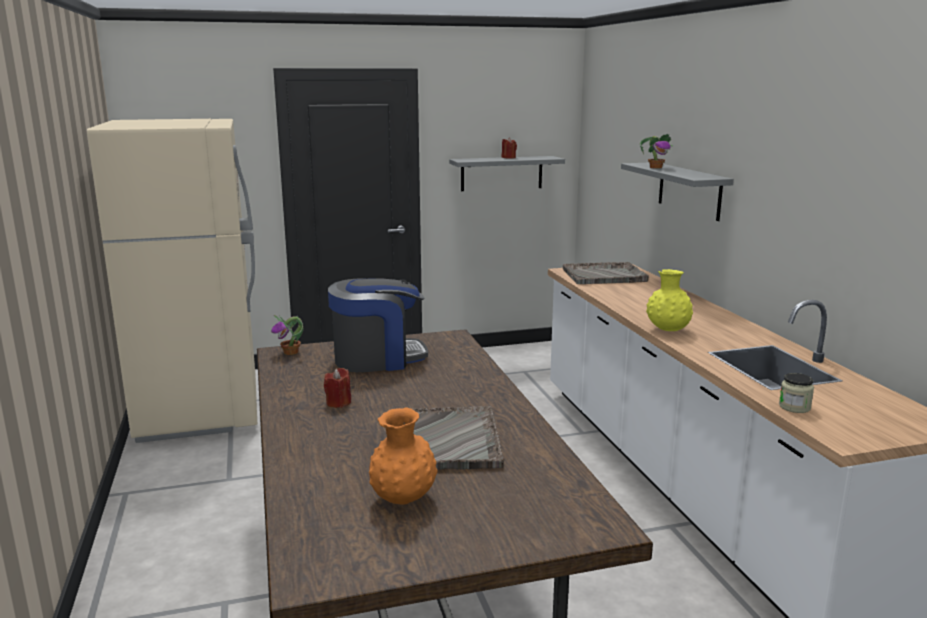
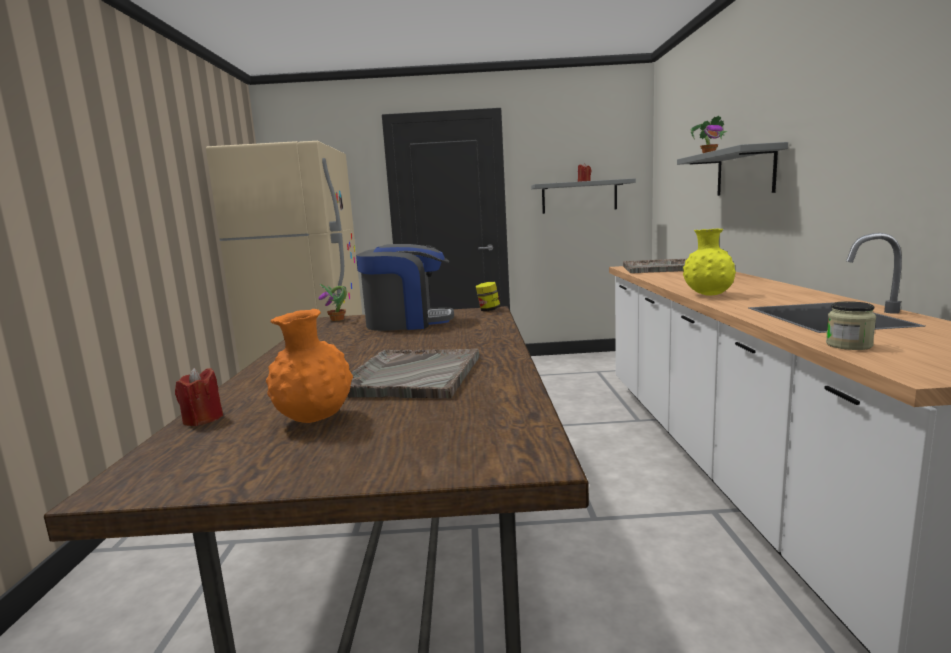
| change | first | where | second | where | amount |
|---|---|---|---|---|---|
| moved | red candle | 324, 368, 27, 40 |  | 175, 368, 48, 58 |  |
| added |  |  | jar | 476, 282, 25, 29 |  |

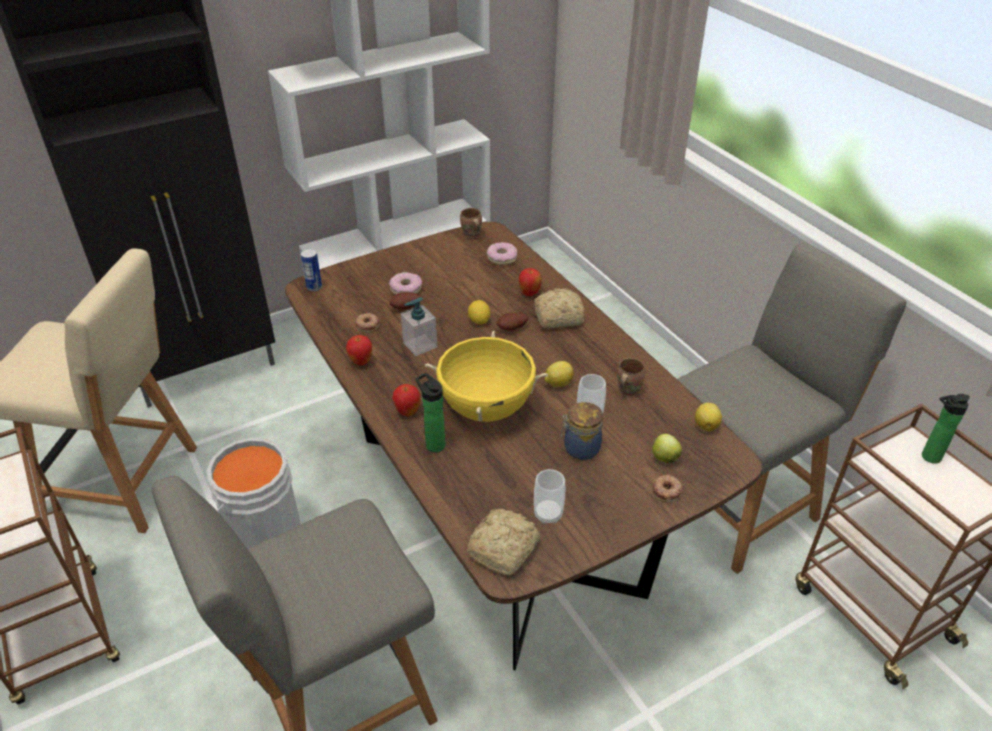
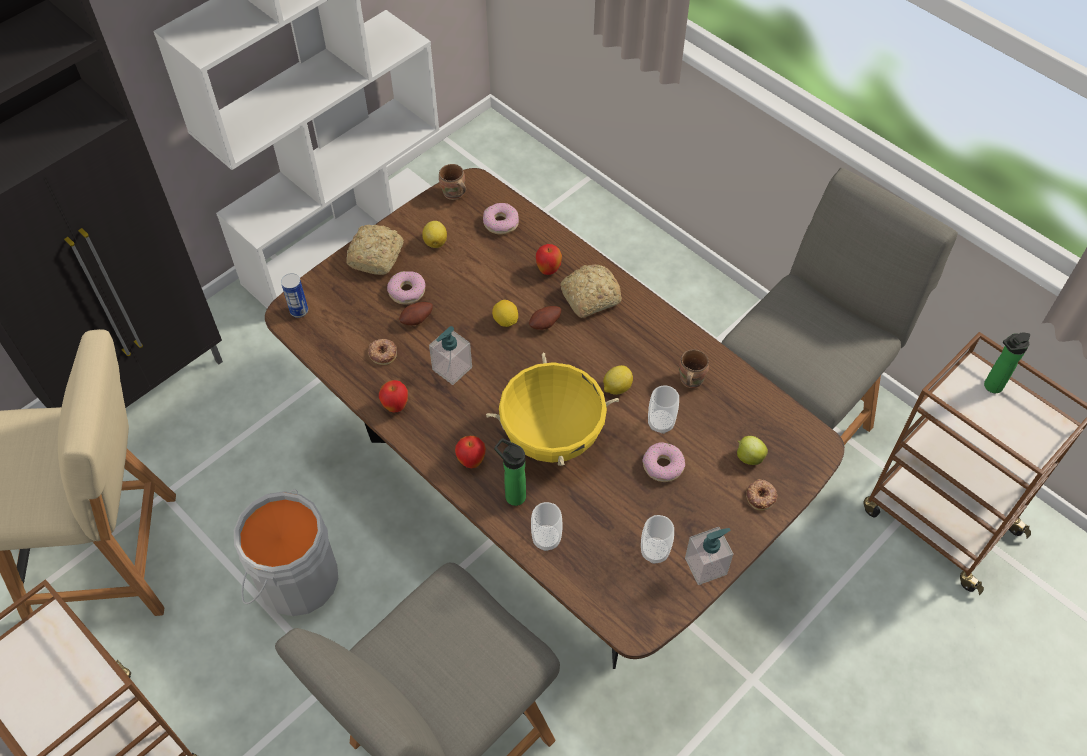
| change | first | where | second | where | amount |
|---|---|---|---|---|---|
| moved | bread | 467, 509, 73, 66 |  | 346, 225, 58, 50 |  |
| replaced | jar | 561, 402, 42, 58 | donut | 642, 442, 43, 40 |  |
| moved | lemon | 695, 403, 27, 28 |  | 422, 221, 25, 27 |  |
| added |  |  | cup | 531, 502, 32, 49 |  |
| added |  |  | soap dispenser | 685, 527, 48, 58 |  |

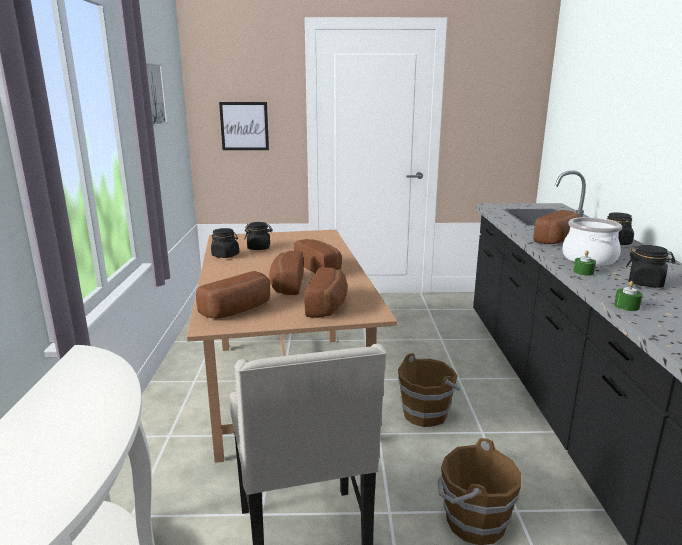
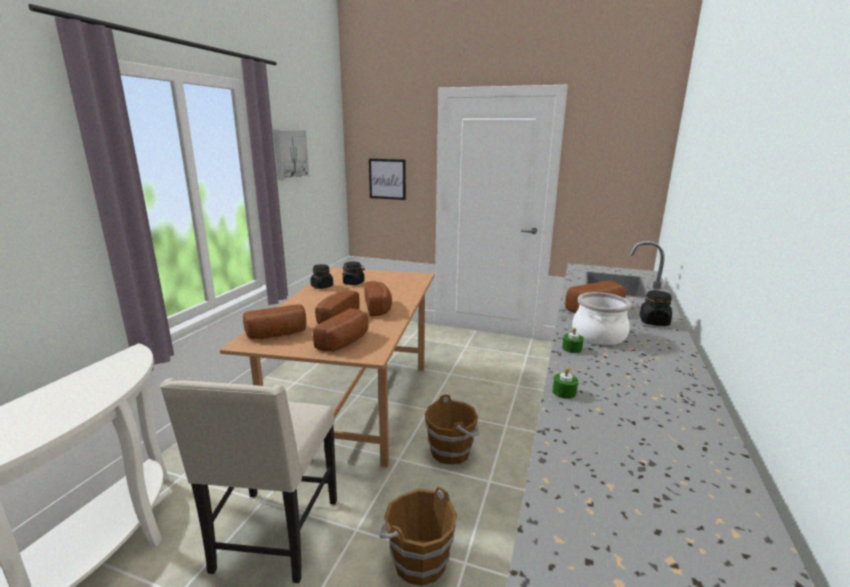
| change | first | where | second | where | amount |
|---|---|---|---|---|---|
| removed | black jar | 626, 245, 49, 43 |  |  |  |

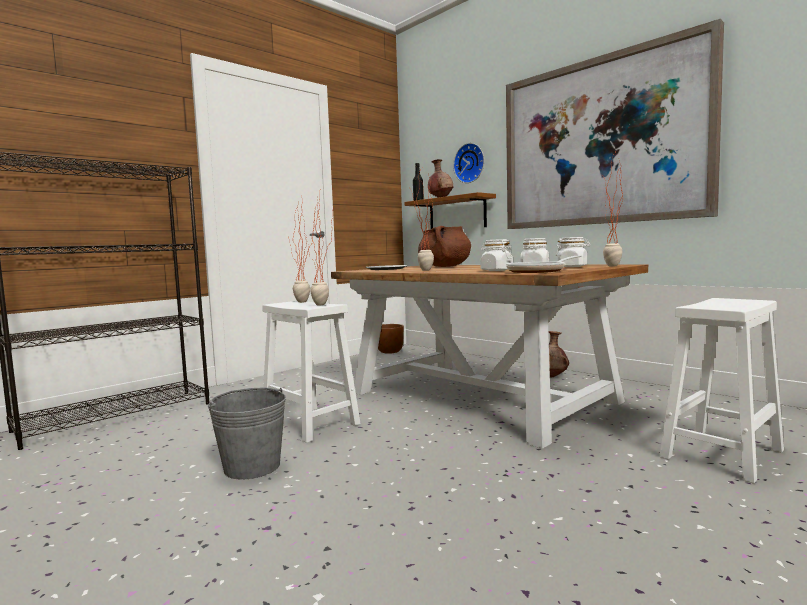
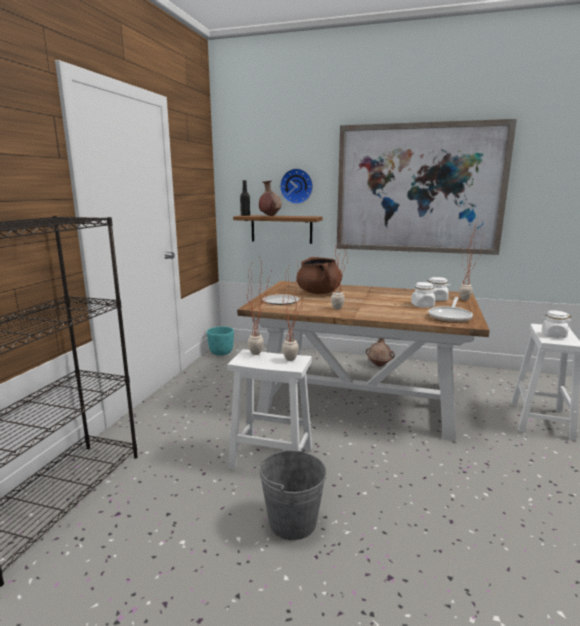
| change | first | where | second | where | amount |
|---|---|---|---|---|---|
| recoloured | brown planter | 378, 324, 26, 30 | turquoise planter | 207, 326, 27, 30 |  |
| moved | white jar | 480, 239, 33, 32 |  | 541, 310, 30, 28 |  |

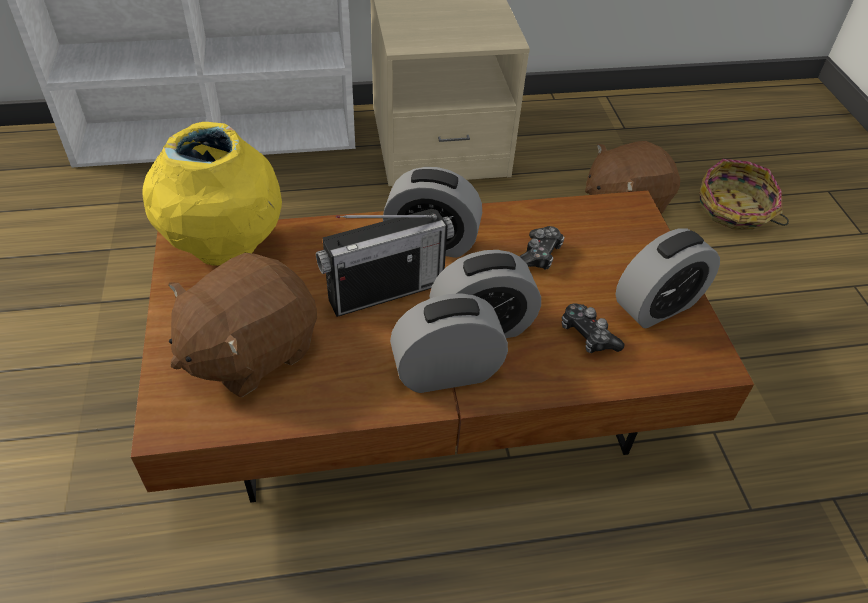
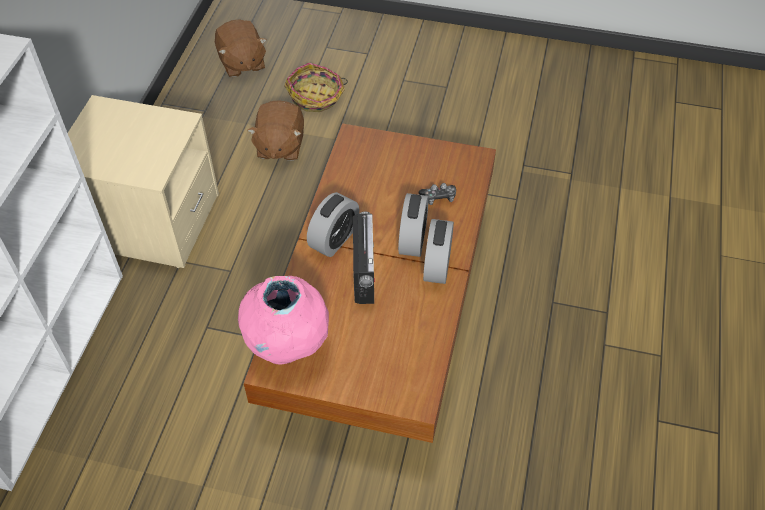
| change | first | where | second | where | amount |
|---|---|---|---|---|---|
| recoloured | yellow vase | 142, 122, 140, 144 | pink vase | 238, 276, 91, 89 |  |
| moved | brown plush toy | 169, 253, 148, 144 |  | 215, 20, 52, 57 |  |
| removed | game controller | 519, 226, 45, 44 |  |  |  |
| removed | alarm clock | 615, 228, 105, 100 |  |  |  |

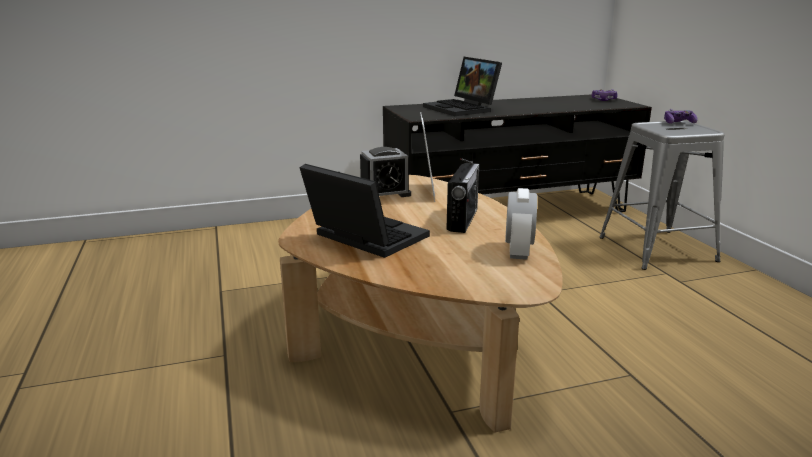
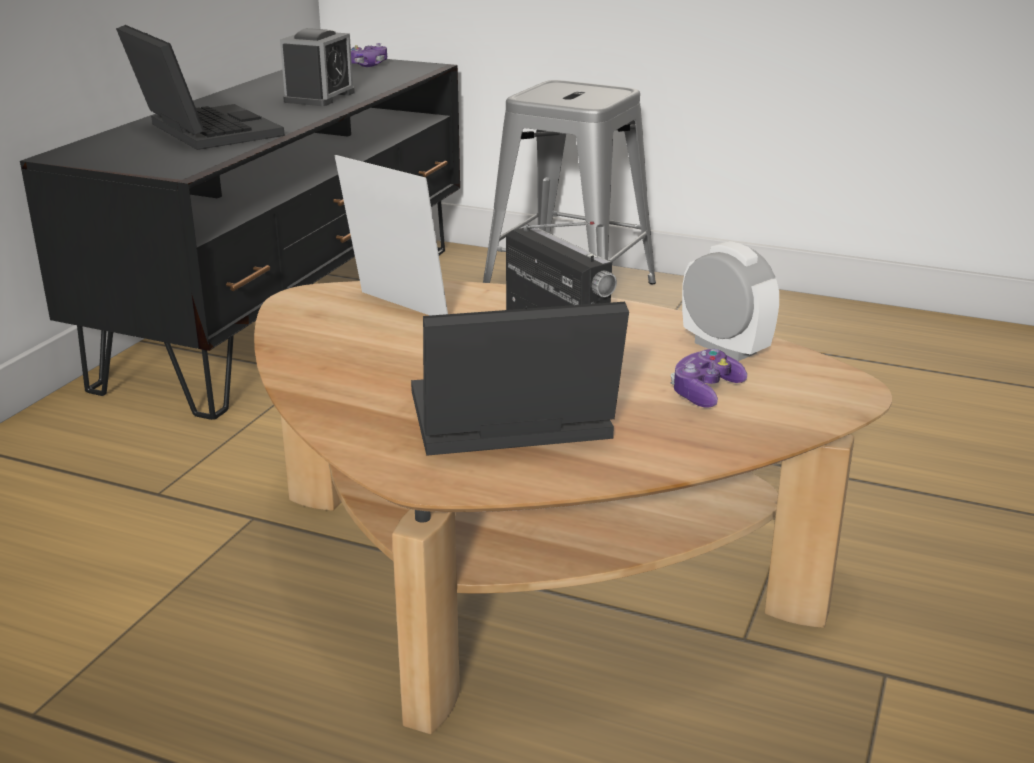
| change | first | where | second | where | amount |
|---|---|---|---|---|---|
| moved | alarm clock | 360, 147, 51, 50 |  | 280, 28, 75, 78 |  |
| turned | laptop | 423, 57, 79, 59 |  | 116, 25, 169, 125 | 135 degrees counterclockwise |
| moved | game controller | 664, 109, 34, 15 |  | 671, 349, 76, 59 |  |

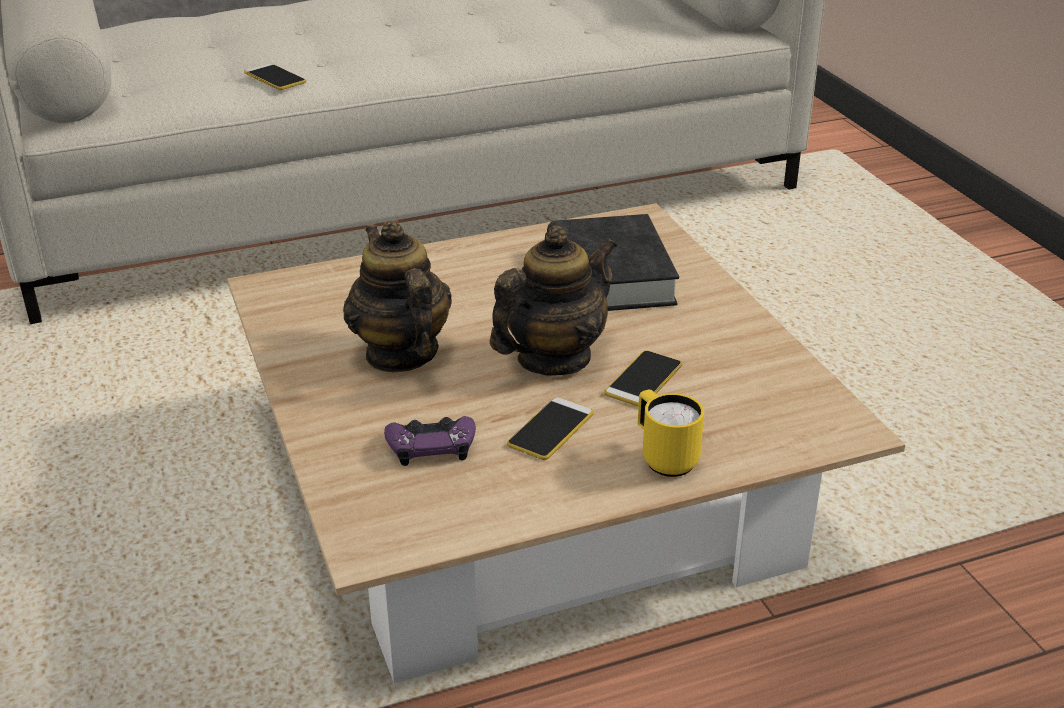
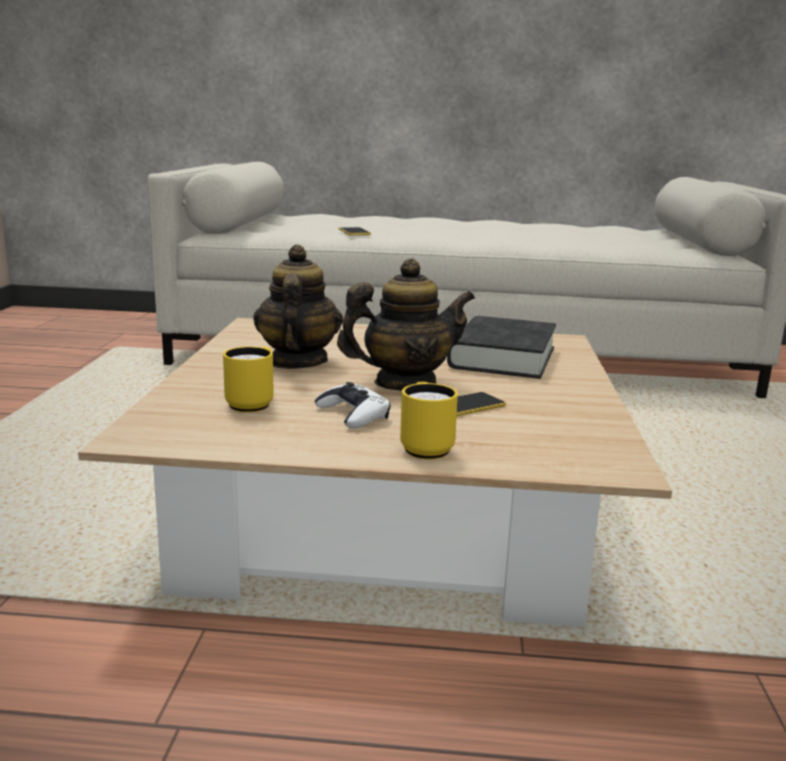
| change | first | where | second | where | amount |
|---|---|---|---|---|---|
| replaced | purple game controller | 384, 416, 92, 50 | yellow mug | 223, 346, 51, 67 |  |
| replaced | phone | 507, 397, 87, 63 | white game controller | 315, 382, 75, 47 |  |

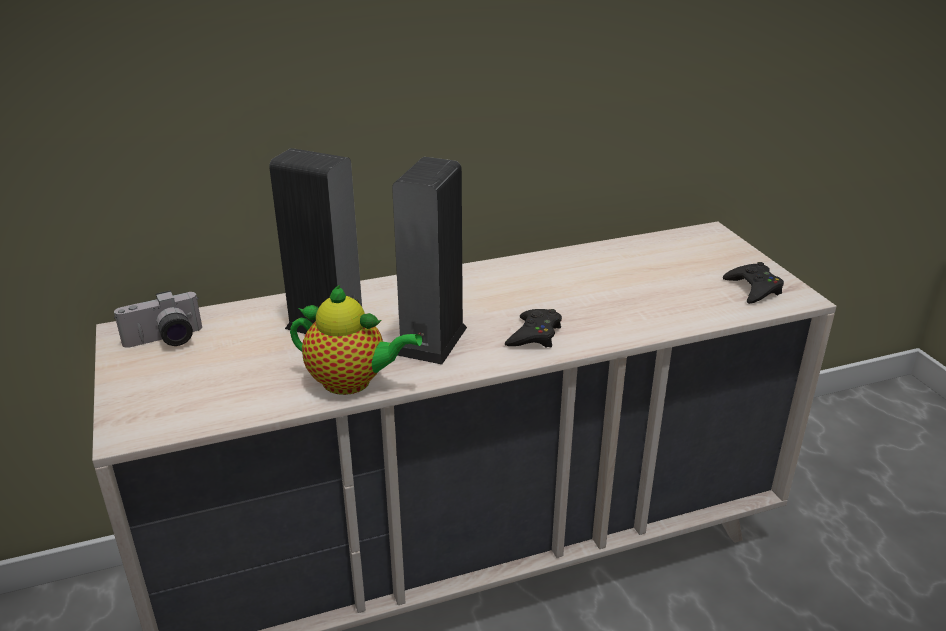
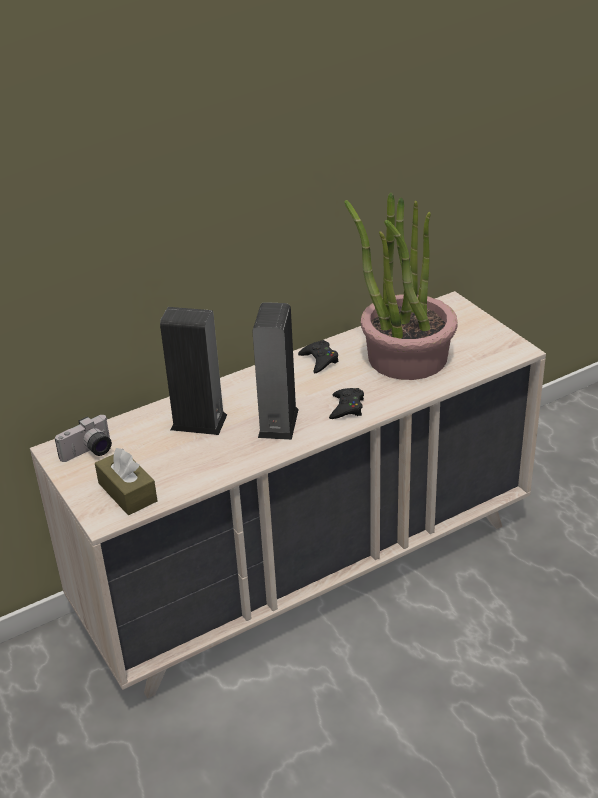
| change | first | where | second | where | amount |
|---|---|---|---|---|---|
| removed | teapot | 290, 285, 132, 110 |  |  |  |
| moved | black game controller | 723, 262, 61, 42 |  | 298, 340, 41, 33 |  |
| added |  |  | brown tissue box | 95, 448, 62, 67 |  |
| added |  |  | potted plant | 344, 193, 114, 187 |  |

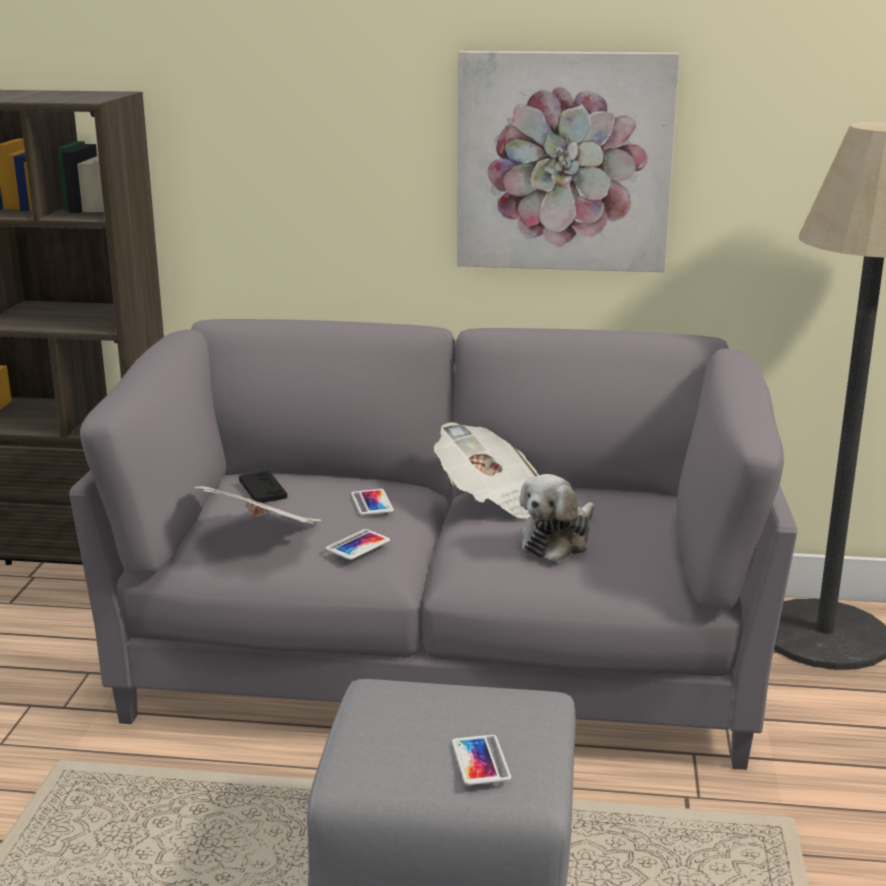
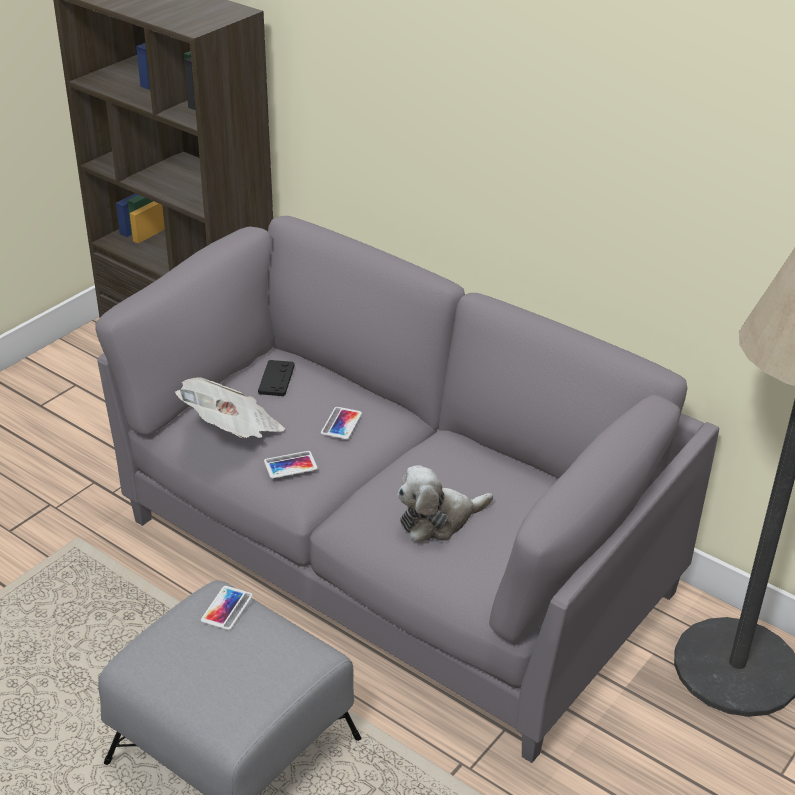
| change | first | where | second | where | amount |
|---|---|---|---|---|---|
| removed | newspaper | 434, 422, 105, 97 |  |  |  |
| moved | phone | 452, 735, 59, 50 |  | 201, 586, 52, 44 |  |
| removed | picture | 457, 51, 223, 221 |  |  |  |

